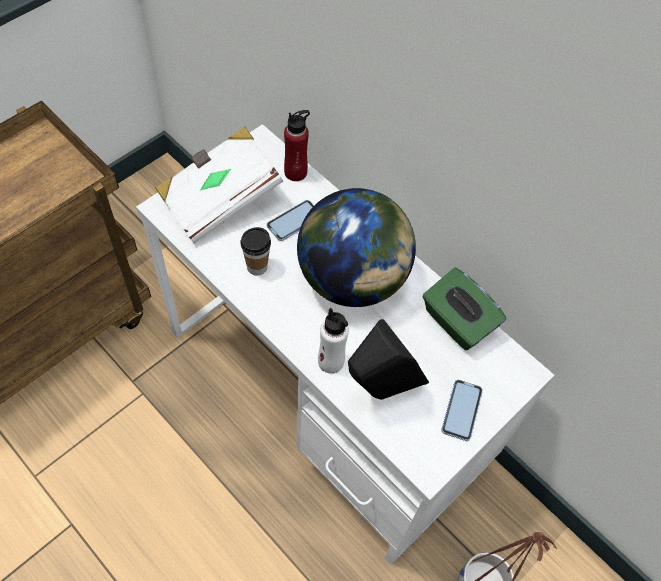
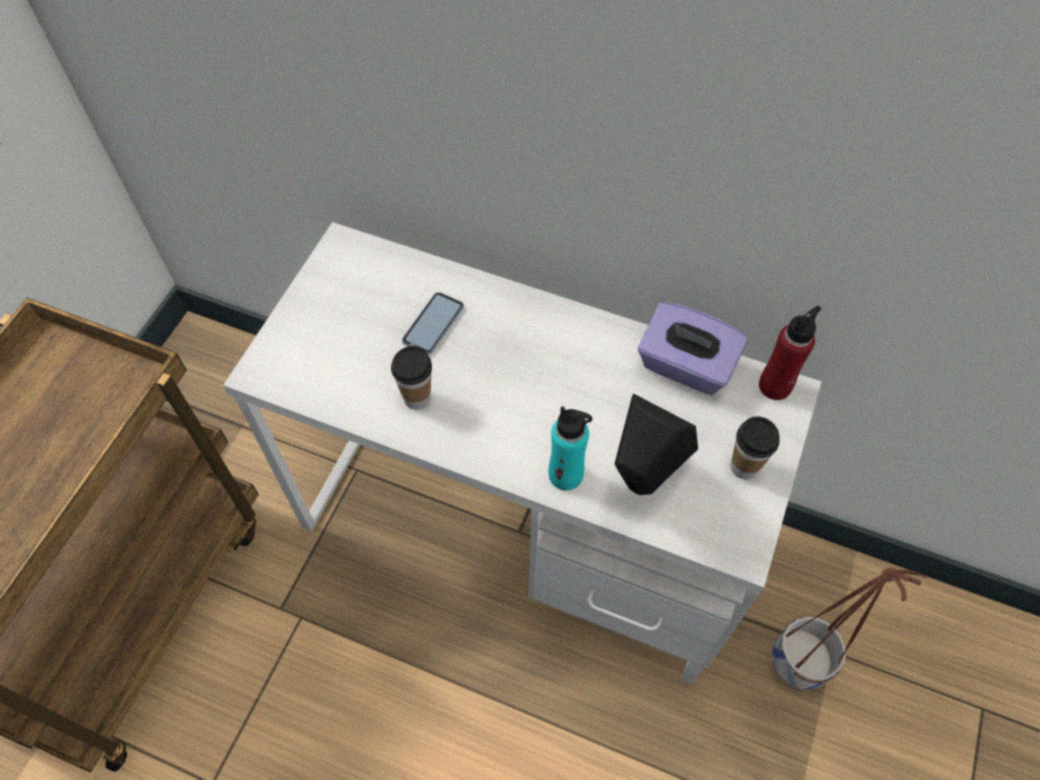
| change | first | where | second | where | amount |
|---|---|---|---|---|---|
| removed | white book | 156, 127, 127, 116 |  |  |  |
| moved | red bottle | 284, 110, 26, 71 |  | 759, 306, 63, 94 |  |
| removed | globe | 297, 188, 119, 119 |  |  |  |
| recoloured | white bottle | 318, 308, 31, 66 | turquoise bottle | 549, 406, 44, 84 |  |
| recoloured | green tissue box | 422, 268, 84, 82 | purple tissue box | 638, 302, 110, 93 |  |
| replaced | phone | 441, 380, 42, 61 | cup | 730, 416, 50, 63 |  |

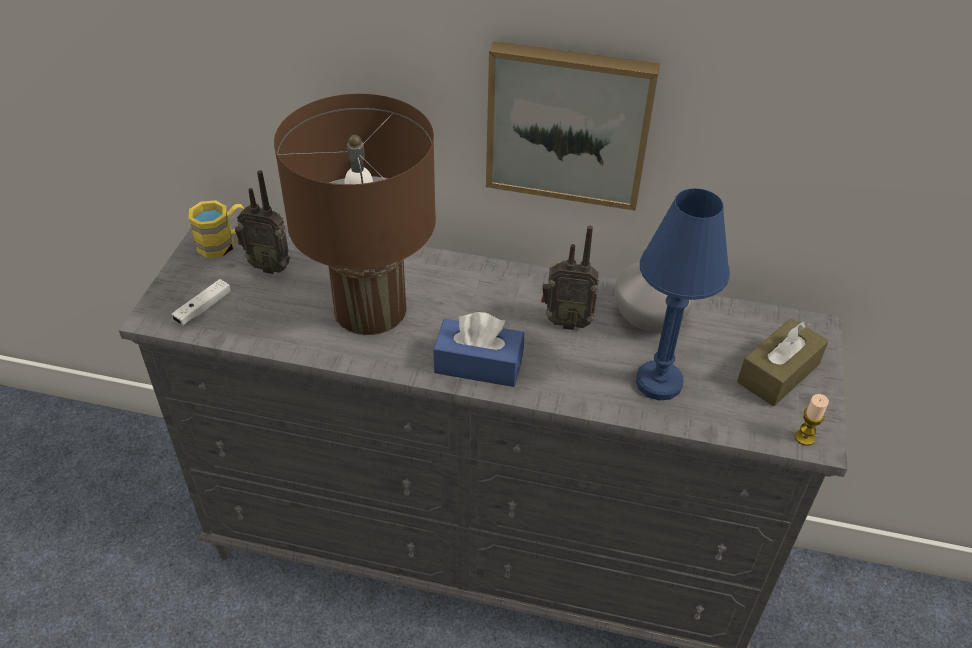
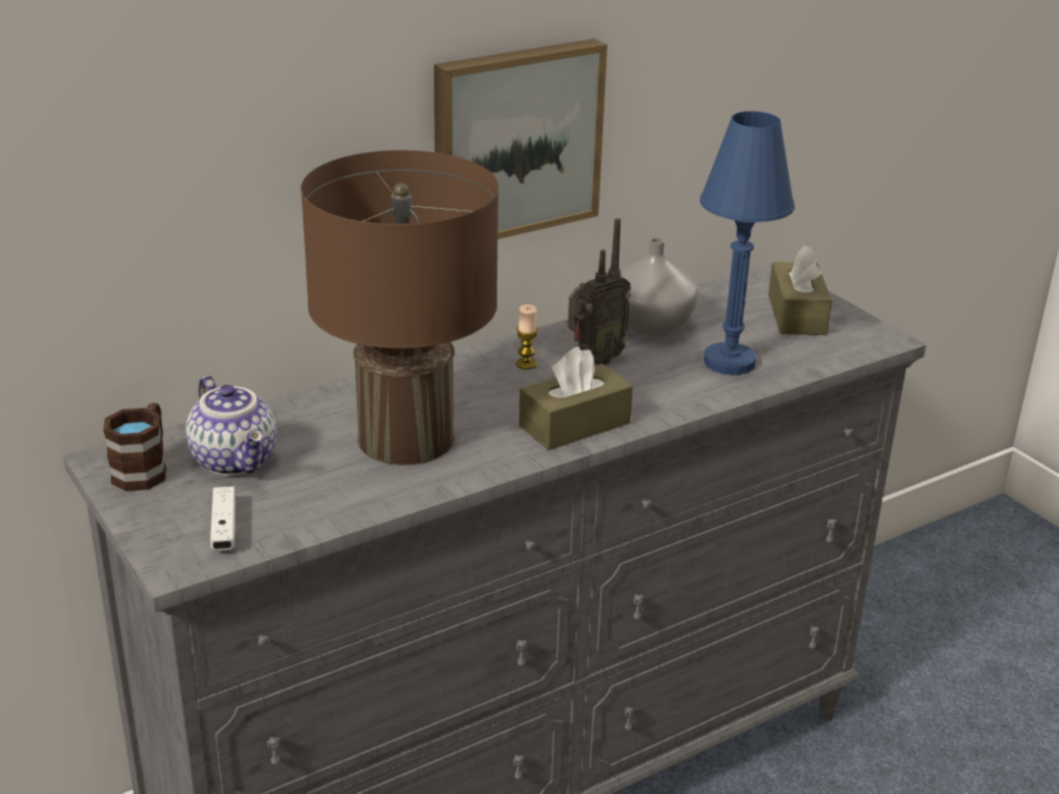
| change | first | where | second | where | amount |
|---|---|---|---|---|---|
| recoloured | yellow mug | 188, 200, 56, 58 | brown mug | 103, 403, 63, 88 |  |
| replaced | radio | 235, 170, 55, 104 | teapot | 186, 376, 90, 100 |  |
| recoloured | blue tissue box | 433, 312, 91, 75 | brown tissue box | 519, 346, 114, 104 |  |
| moved | candle | 795, 394, 34, 52 |  | 516, 304, 22, 65 |  |

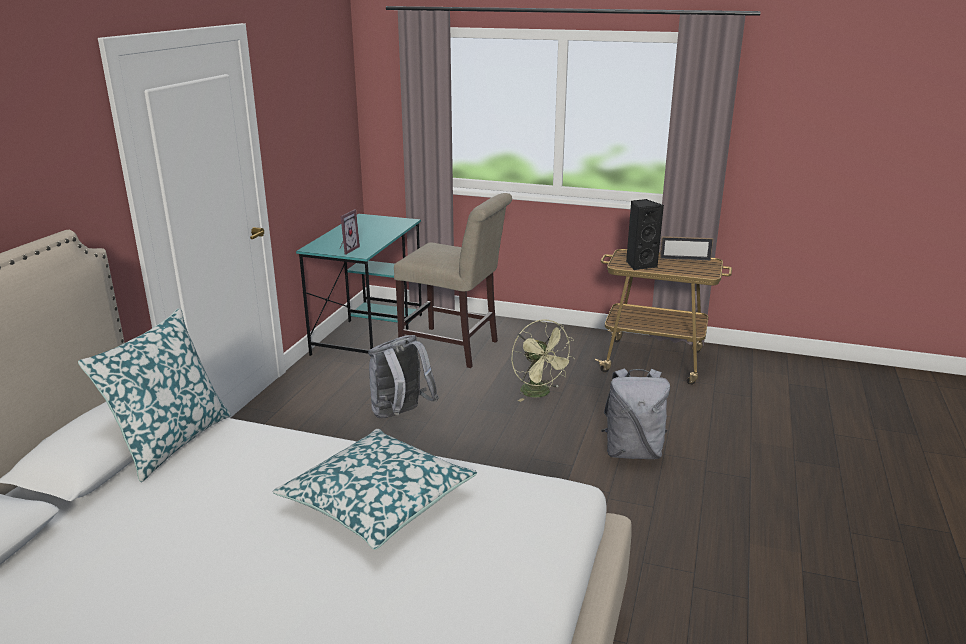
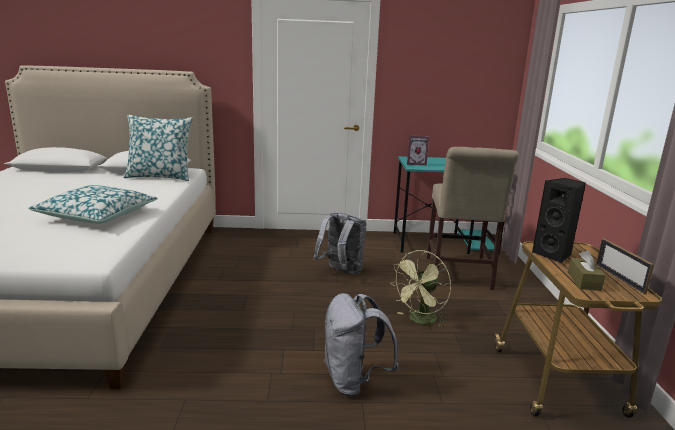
| change | first | where | second | where | amount |
|---|---|---|---|---|---|
| added |  |  | brown tissue box | 568, 250, 37, 41 |  |

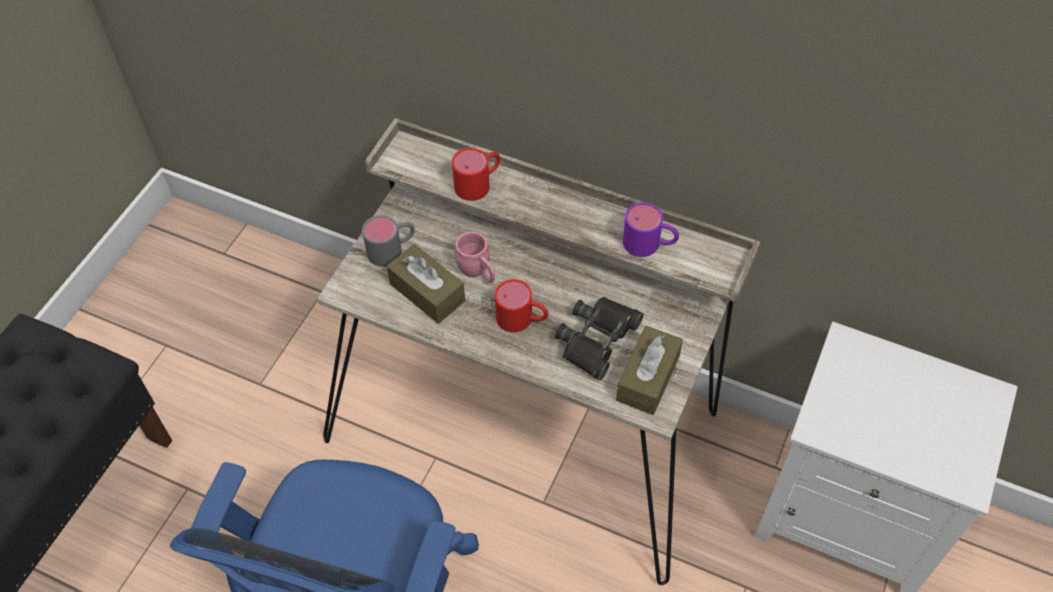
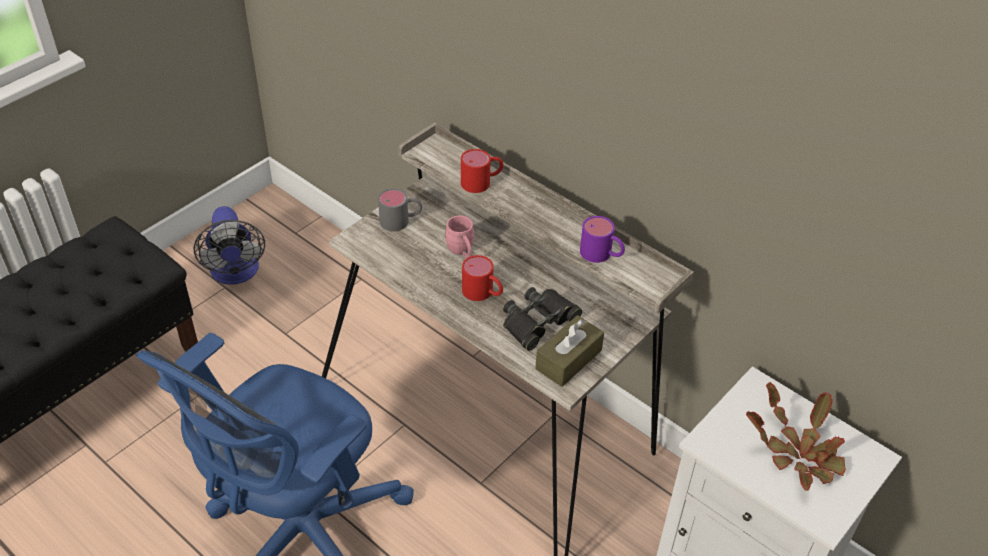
| change | first | where | second | where | amount |
|---|---|---|---|---|---|
| removed | brown tissue box | 387, 244, 78, 79 |  |  |  |
| added |  |  | fan | 193, 206, 72, 79 |  |
| added |  |  | potted plant | 746, 382, 100, 109 |  |

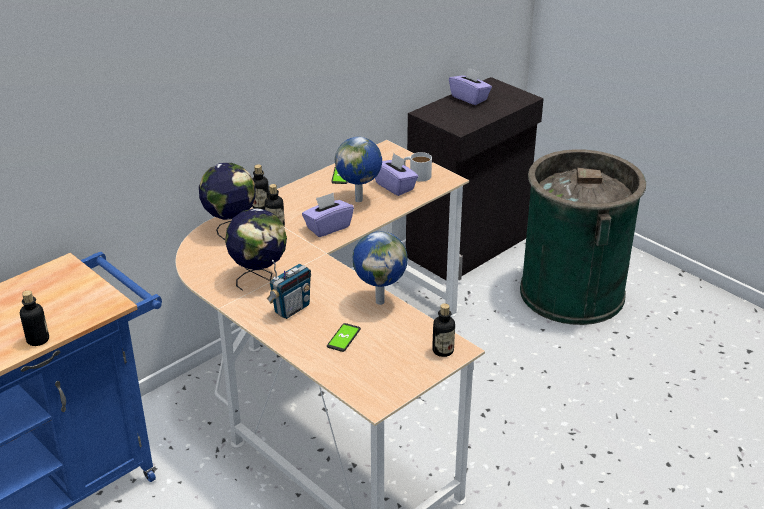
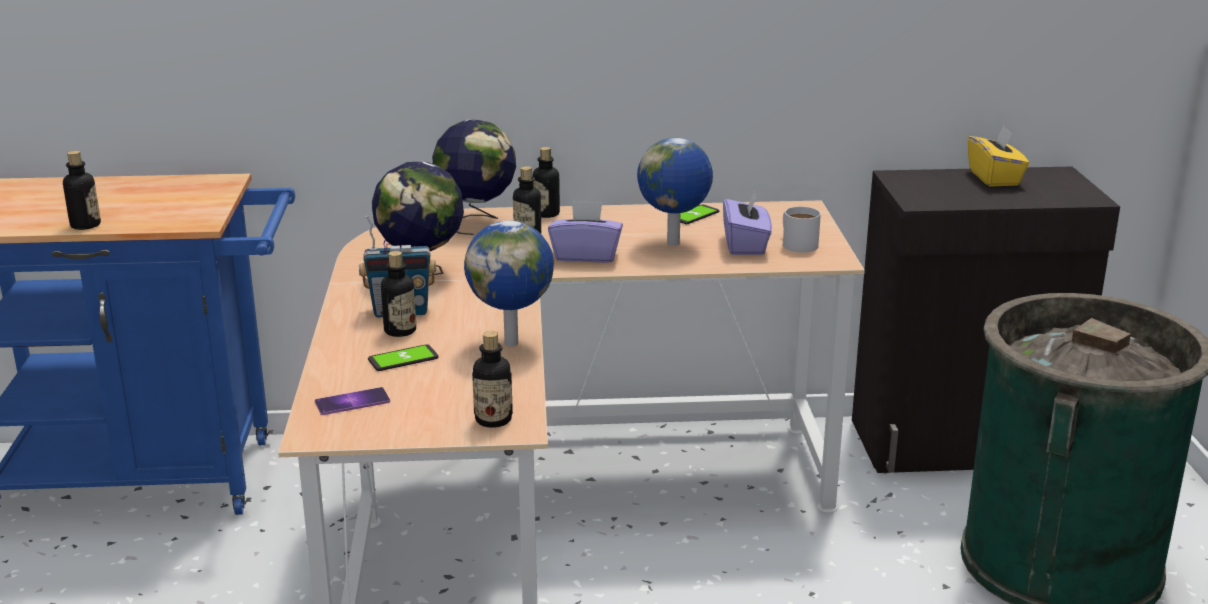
| change | first | where | second | where | amount |
|---|---|---|---|---|---|
| recoloured | purple tissue box | 449, 67, 43, 38 | yellow tissue box | 968, 125, 61, 62 |  |
| added |  |  | phone | 315, 387, 75, 28 |  |
| added |  |  | bottle | 381, 251, 35, 86 |  |

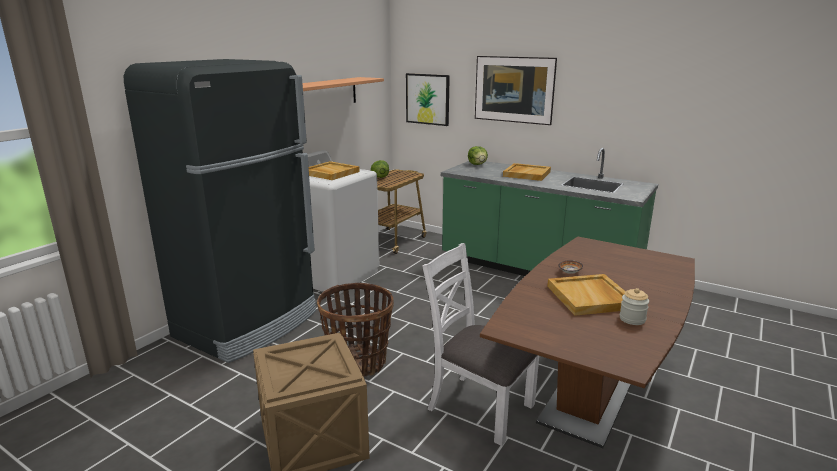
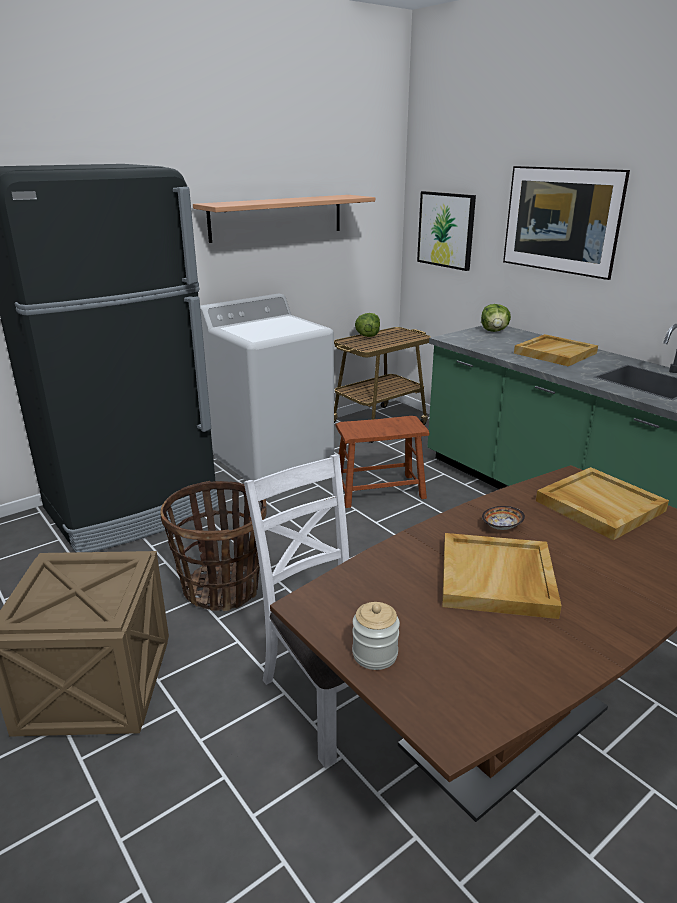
| change | first | where | second | where | amount |
|---|---|---|---|---|---|
| moved | beige tray | 309, 161, 51, 19 |  | 536, 467, 133, 73 |  |
| moved | jar | 620, 288, 29, 37 |  | 352, 602, 48, 68 |  |
| added |  |  | brown stool | 336, 416, 93, 92 |  |

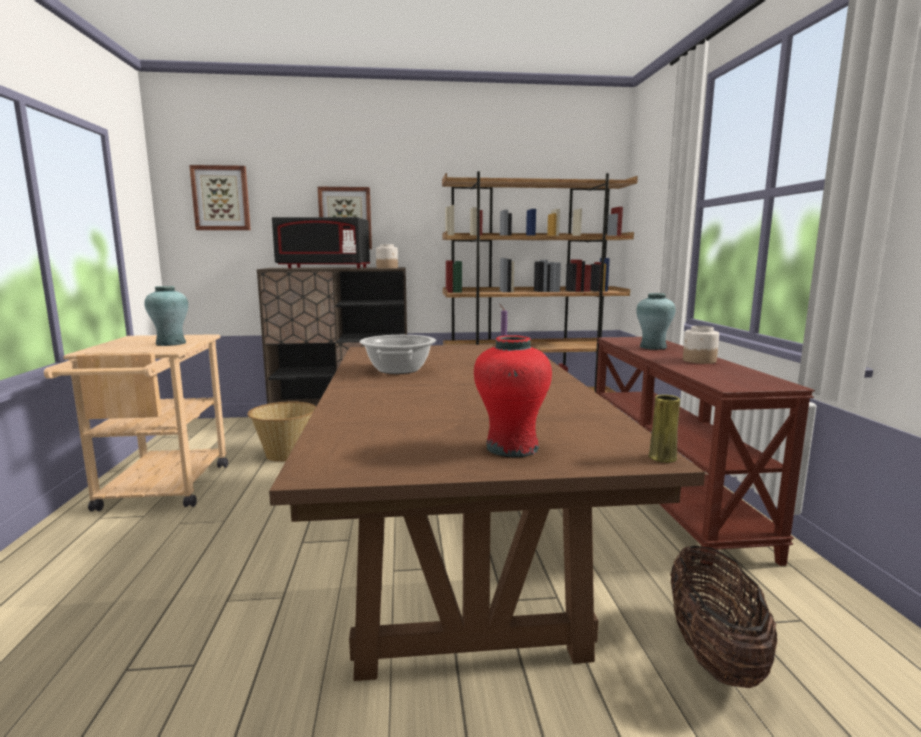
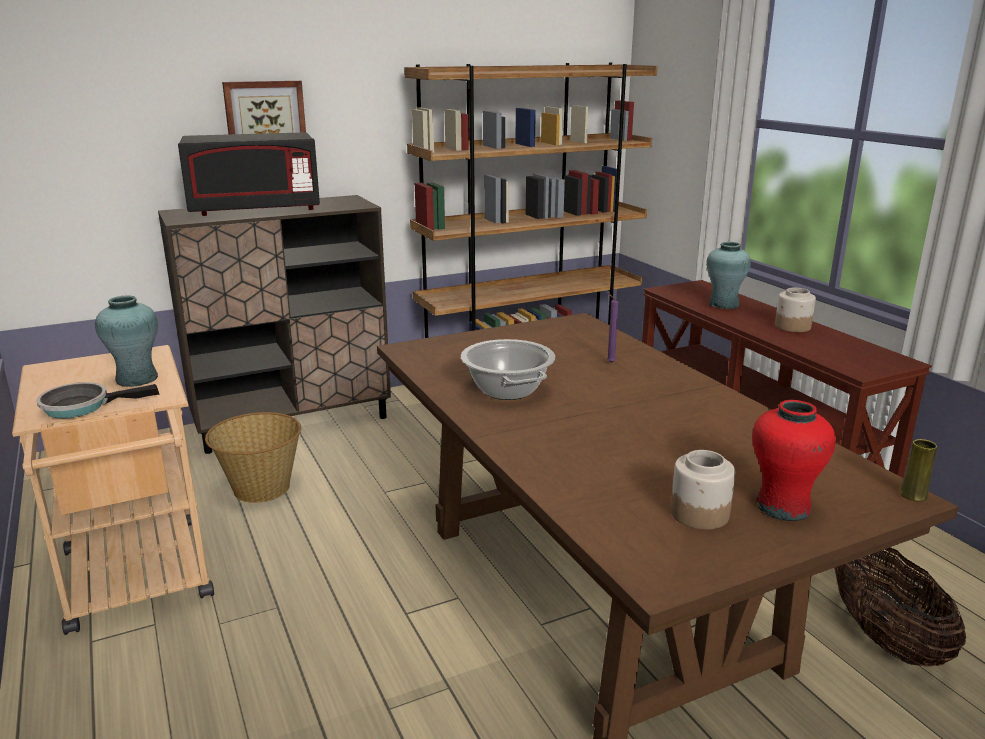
| change | first | where | second | where | amount |
|---|---|---|---|---|---|
| removed | picture | 189, 165, 62, 65 |  |  |  |
| moved | jar | 376, 244, 22, 25 |  | 671, 450, 64, 80 |  |
| added |  |  | frying pan | 36, 382, 123, 36 |  |

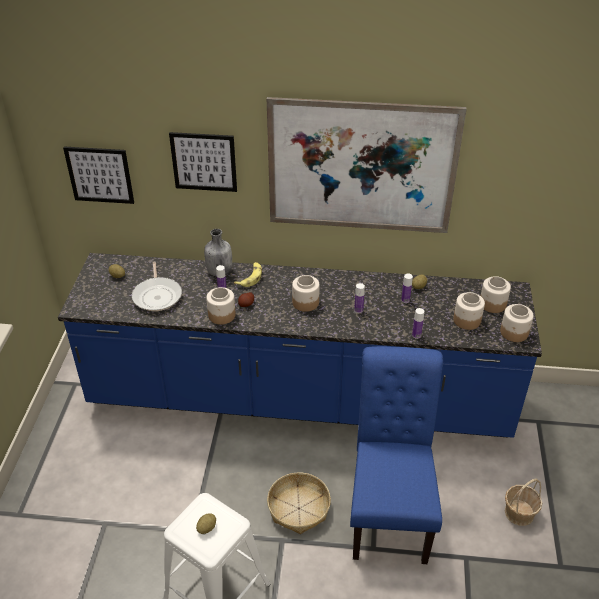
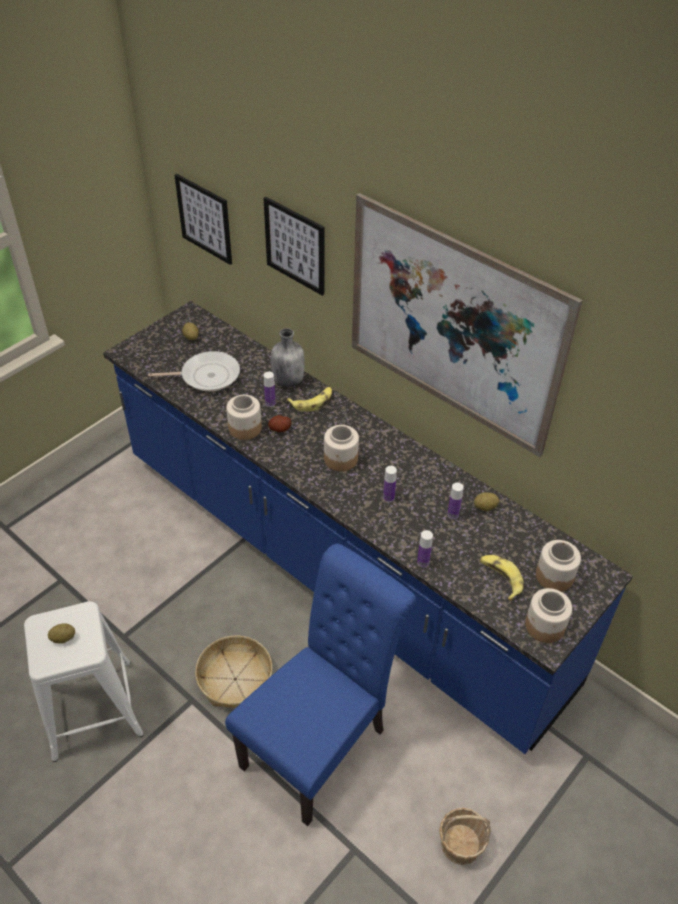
| change | first | where | second | where | amount |
|---|---|---|---|---|---|
| turned | frying pan | 132, 262, 50, 49 |  | 148, 351, 92, 40 | 120 degrees counterclockwise |
| replaced | jar | 453, 292, 32, 38 | banana | 480, 555, 44, 46 |  |

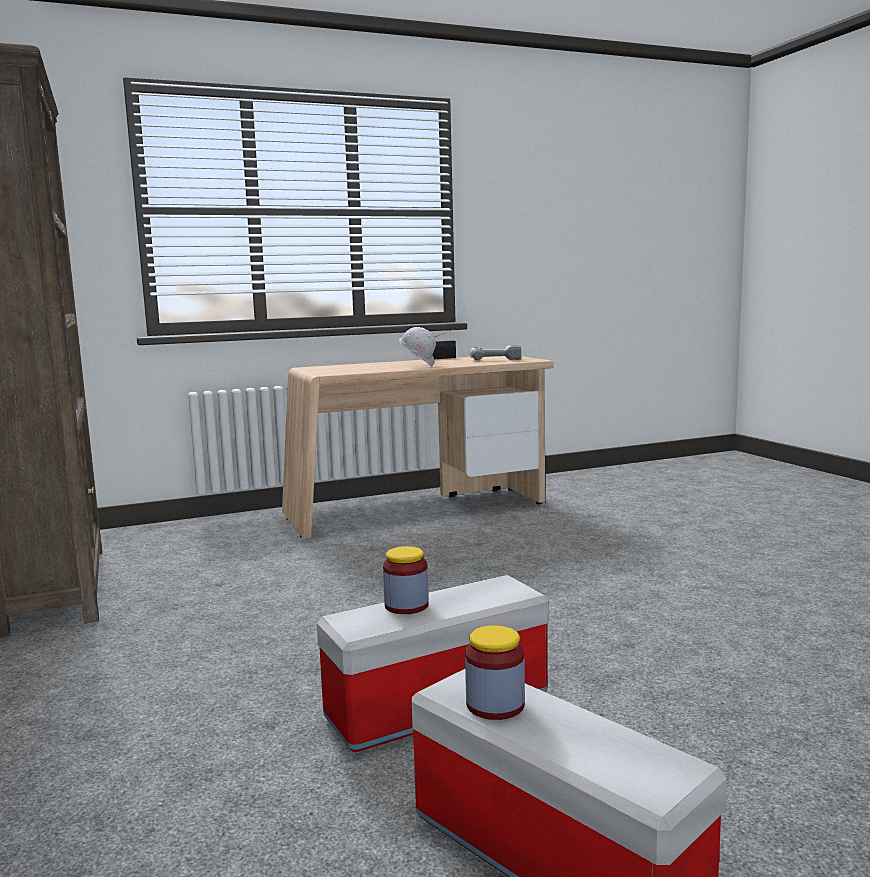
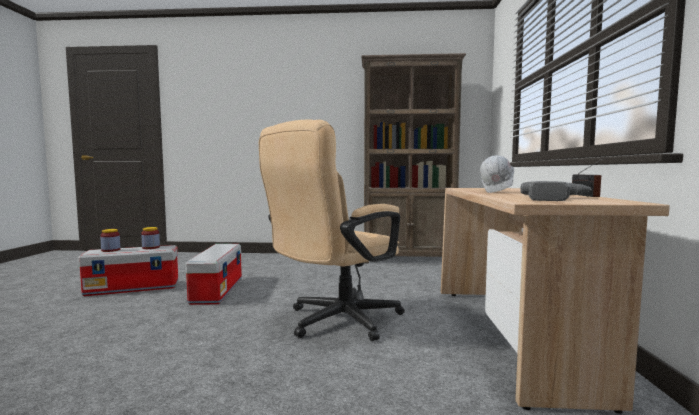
| change | first | where | second | where | amount |
|---|---|---|---|---|---|
| moved | jar | 383, 546, 46, 68 |  | 100, 229, 20, 23 |  |
| added |  |  | beige office chair | 259, 119, 146, 222 |  |

